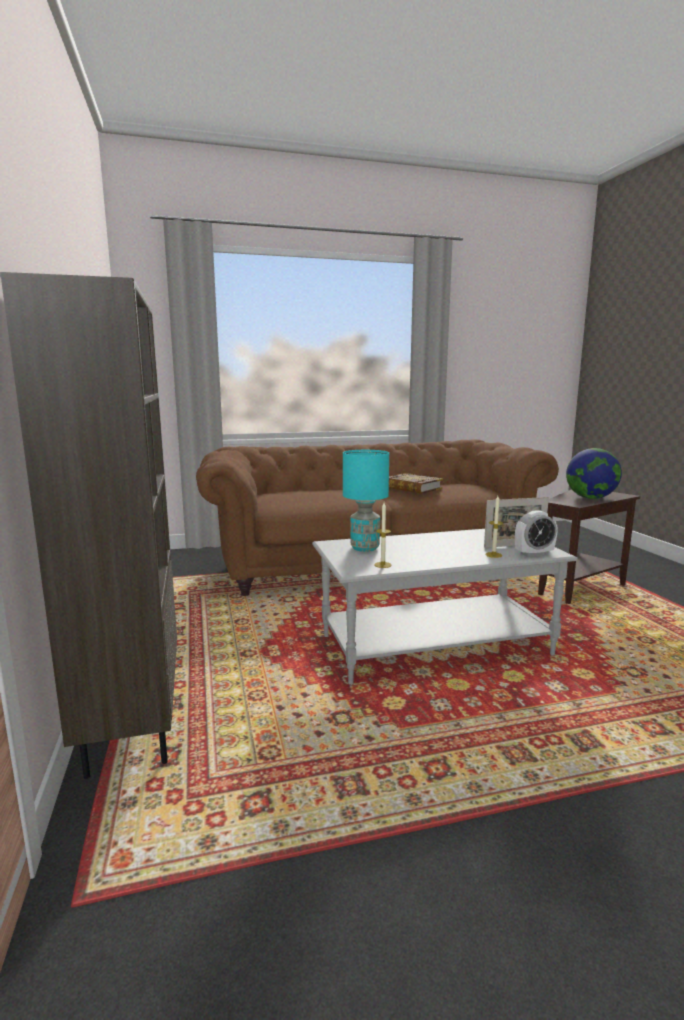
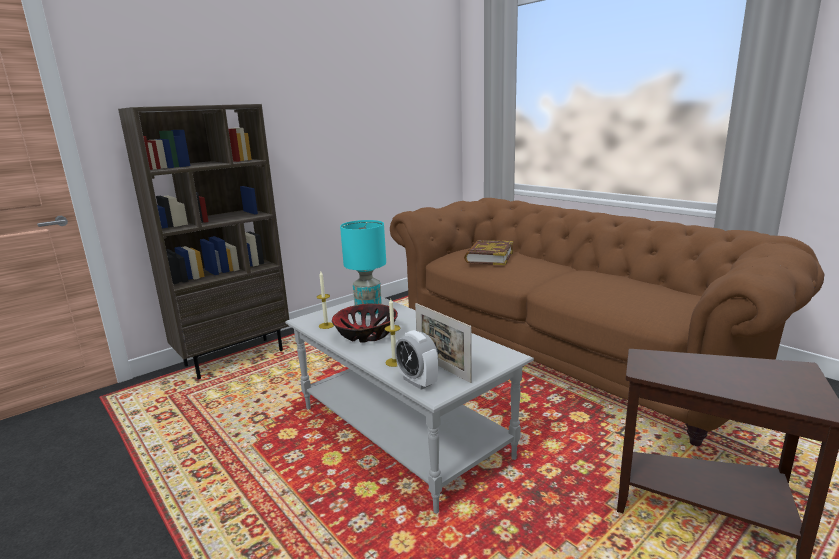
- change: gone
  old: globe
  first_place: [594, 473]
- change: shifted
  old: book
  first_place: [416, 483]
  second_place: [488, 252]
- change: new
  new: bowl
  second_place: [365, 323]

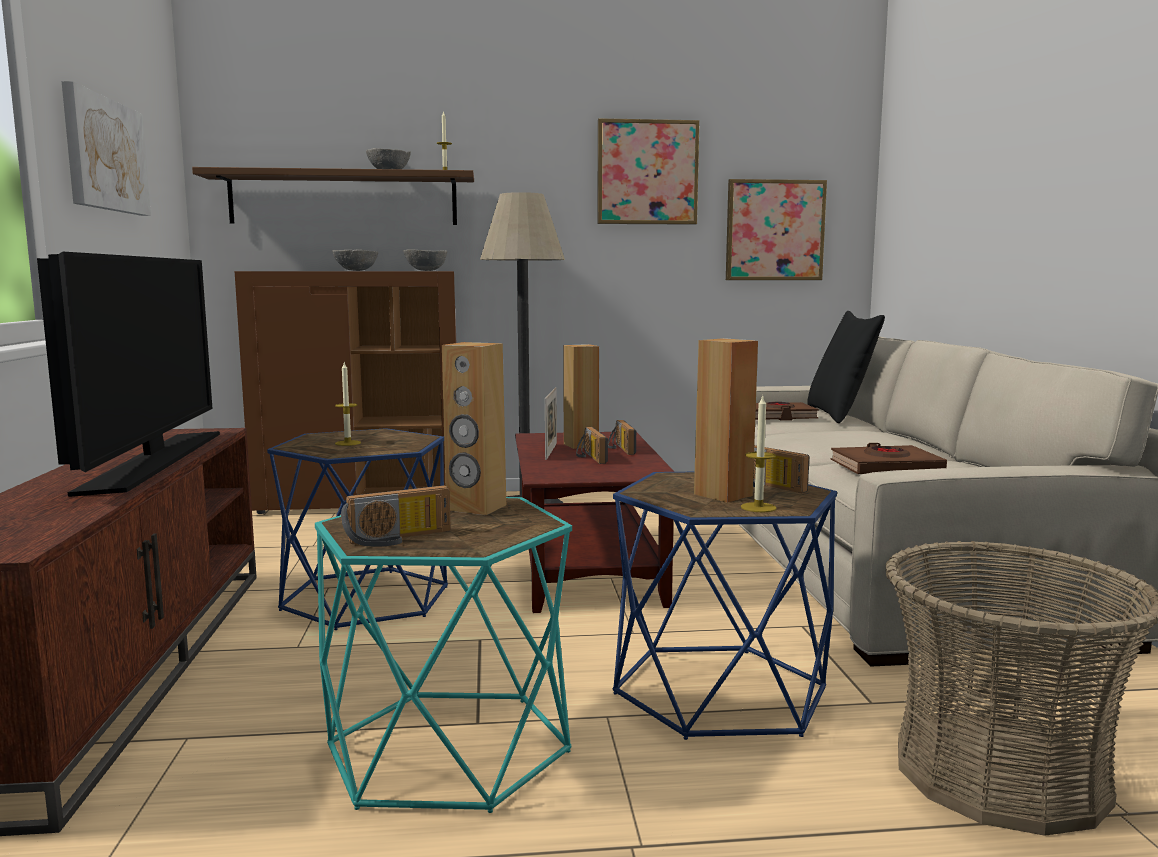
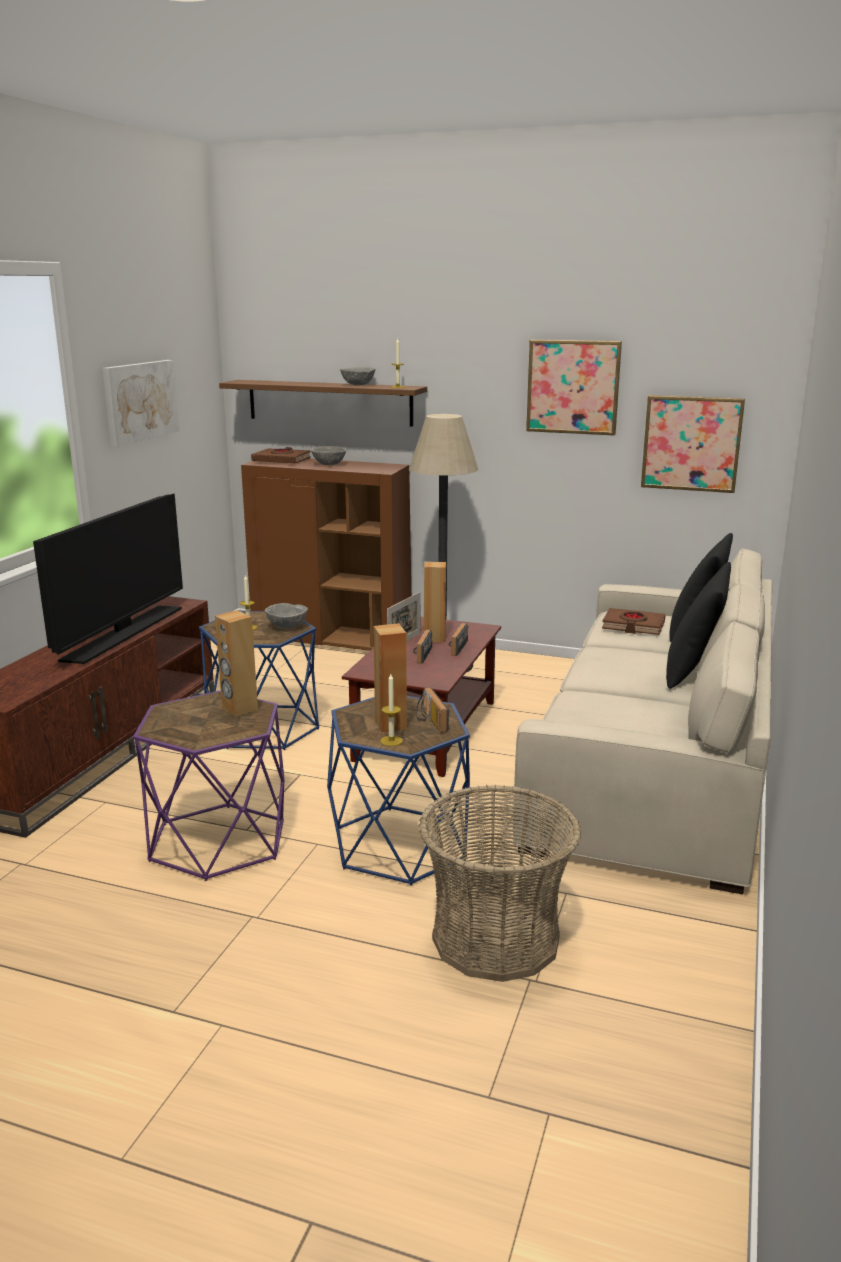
- change: shifted
  old: greyish bowl
  first_place: [425, 260]
  second_place: [286, 616]
- change: shifted
  old: brown-coloured book
  first_place: [889, 458]
  second_place: [281, 455]
- change: gone
  old: radio receiver
  first_place: [396, 516]
- change: repainted
  old: turquoise-coloured side table
  new: purplish side table
  first_place: [443, 655]
  second_place: [208, 786]
- change: new
  new: blackish throw pillow
  second_place: [698, 625]

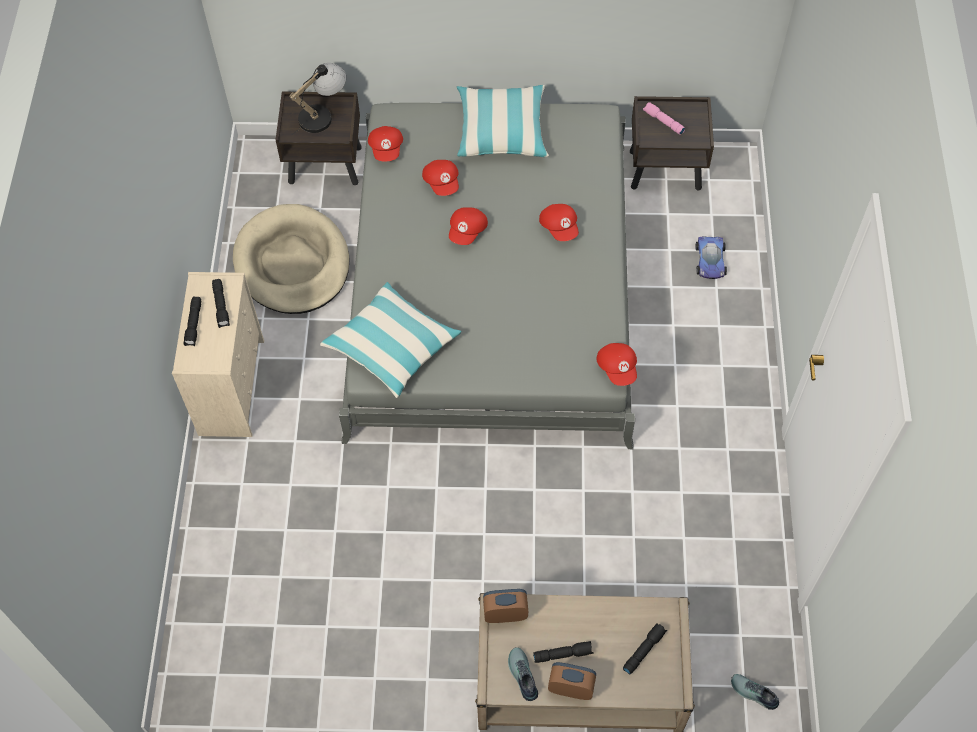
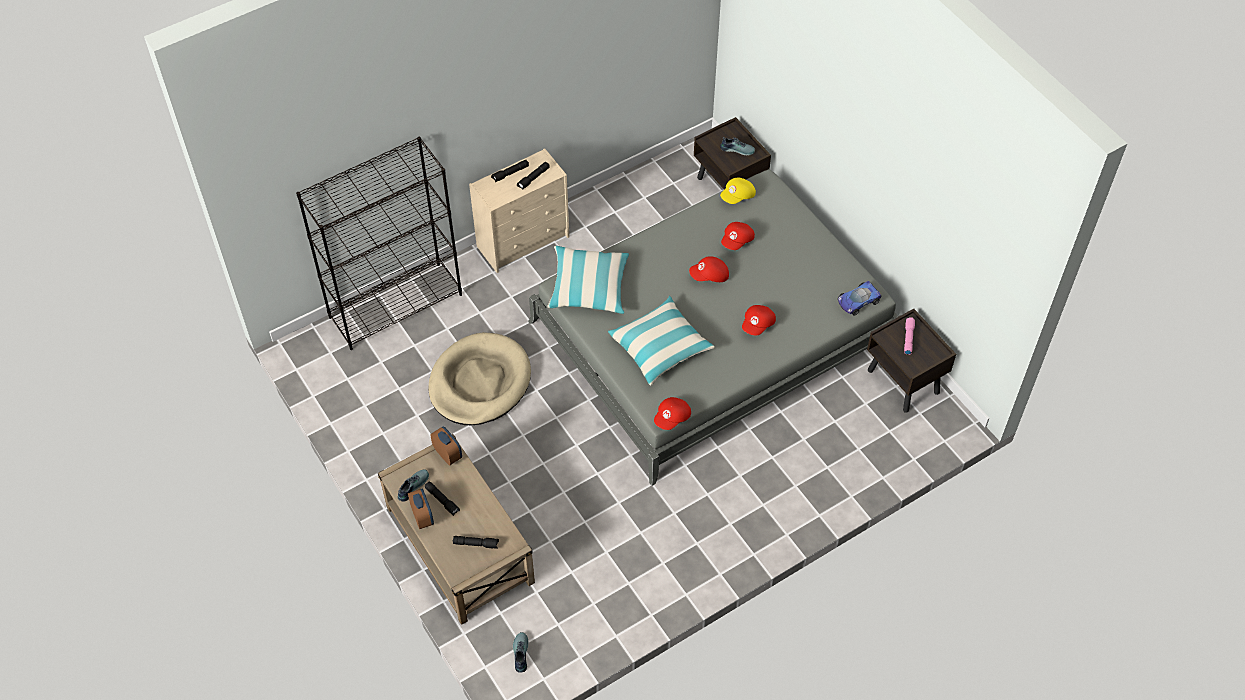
- change: swapped
  old: tabletop lamp
  new: item of footwear
  first_place: [318, 99]
  second_place: [737, 146]
- change: shifted
  old: throw pillow
  first_place: [503, 121]
  second_place: [661, 341]
- change: repainted
  old: reddish baseball cap
  new: yellowish baseball cap
  first_place: [385, 144]
  second_place: [738, 191]
- change: shifted
  old: beige-coloured dog bed
  first_place: [291, 259]
  second_place: [479, 378]
- change: shifted
  old: model car
  first_place: [711, 257]
  second_place: [860, 298]
- change: new
  new: blackish bookcase
  second_place: [379, 243]

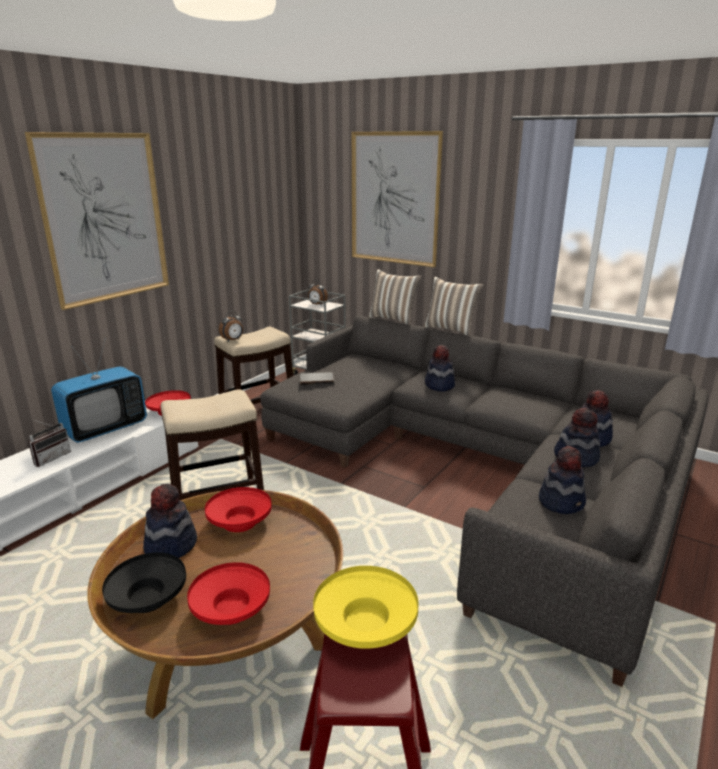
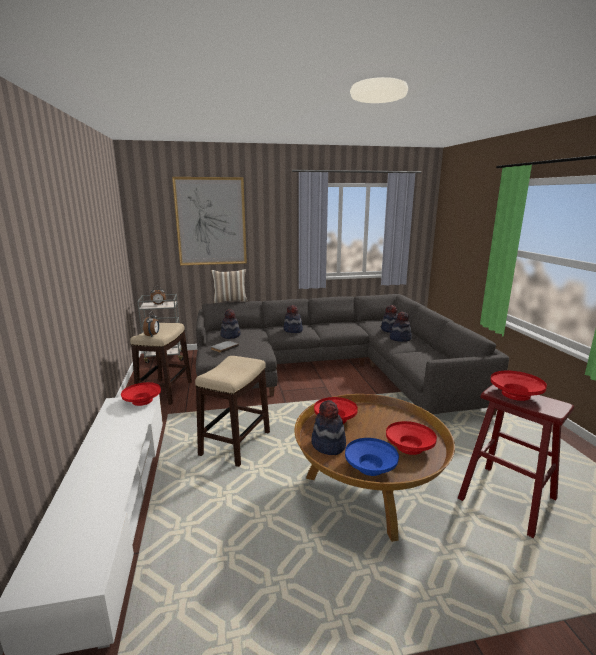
- change: gone
  old: wall art
  first_place: [97, 221]
- change: gone
  old: throw pillow
  first_place: [454, 306]
- change: gone
  old: TV
  first_place: [99, 390]
- change: gone
  old: radio receiver
  first_place: [49, 443]
- change: shifted
  old: hat
  first_place: [562, 480]
  second_place: [231, 324]
- change: repainted
  old: blackish bowl
  new: blue bowl
  first_place: [144, 582]
  second_place: [372, 457]
- change: repainted
  old: yellowish bowl
  new: reddish bowl
  first_place: [365, 607]
  second_place: [519, 386]

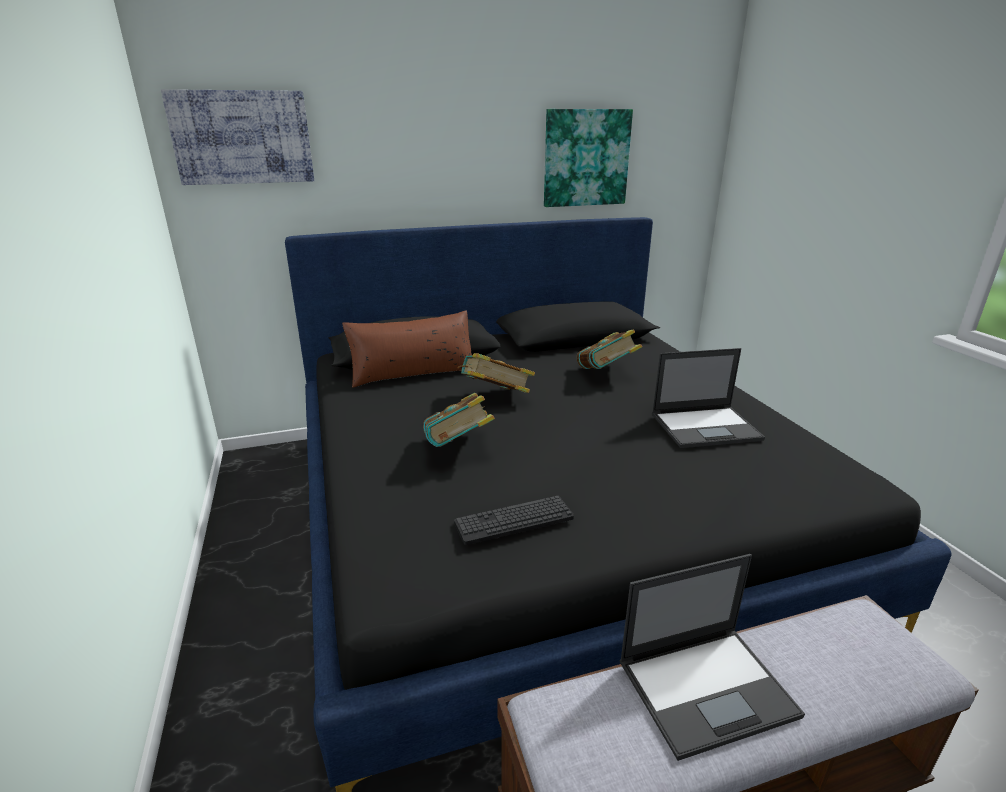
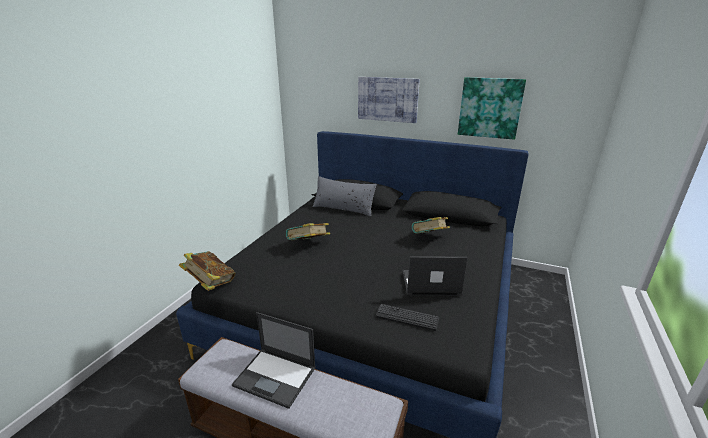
- change: shifted
  old: wall art
  first_place: [237, 137]
  second_place: [389, 100]
- change: repainted
  old: brown-coloured throw pillow
  new: greyish throw pillow
  first_place: [407, 349]
  second_place: [344, 196]
- change: rotated
  old: laptop
  first_place: [708, 398]
  second_place: [435, 276]
  degrees: 150
- change: shifted
  old: book
  first_place: [496, 373]
  second_place: [207, 271]
- change: shifted
  old: keyboard
  first_place: [514, 520]
  second_place: [407, 317]

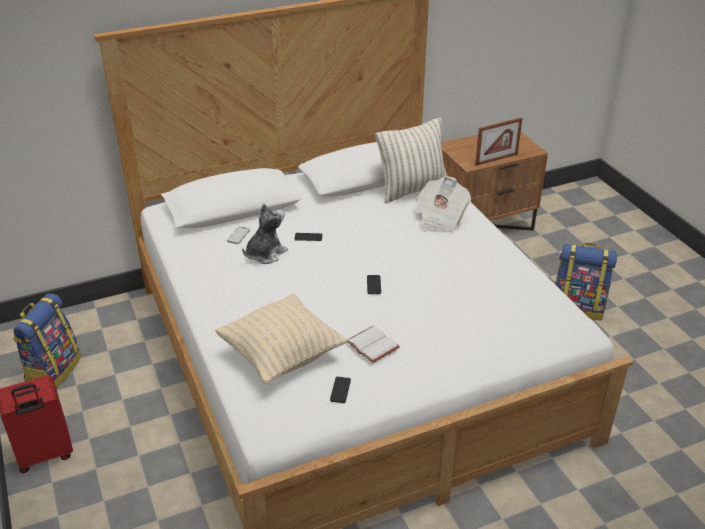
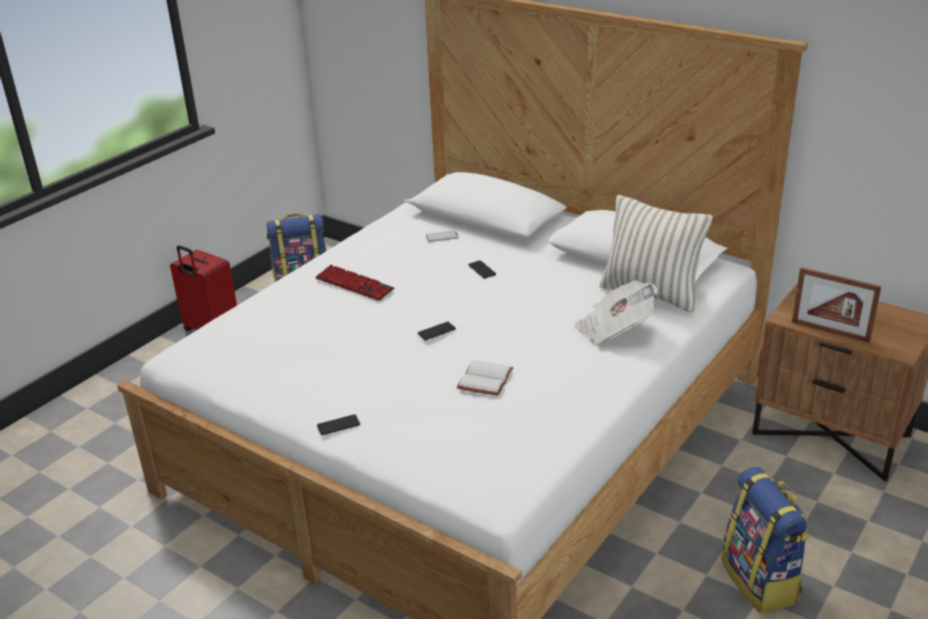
- change: gone
  old: cuddly toy
  first_place: [265, 234]
- change: gone
  old: beige-coloured throw pillow
  first_place: [281, 338]
- change: shifted
  old: white-coloured book
  first_place: [373, 344]
  second_place: [485, 378]
- change: shifted
  old: phone
  first_place: [340, 390]
  second_place: [338, 424]
- change: new
  new: keyboard
  second_place: [354, 282]

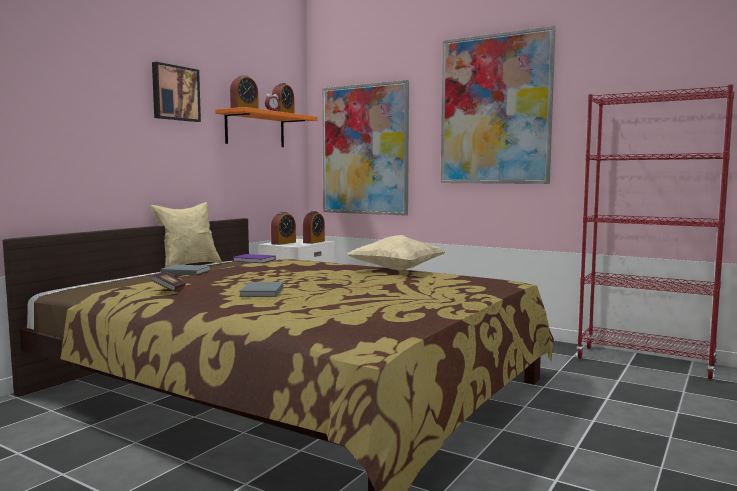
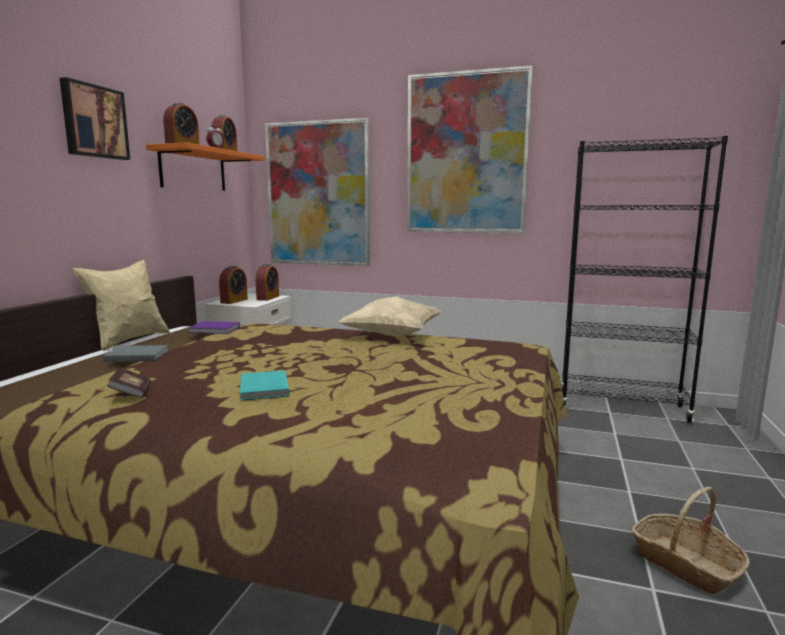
- change: repainted
  old: reddish bookcase
  new: blackish bookcase
  first_place: [655, 232]
  second_place: [644, 279]
- change: repainted
  old: greyish book
  new: turquoise-coloured book
  first_place: [261, 289]
  second_place: [264, 385]
- change: new
  new: basket
  second_place: [691, 540]

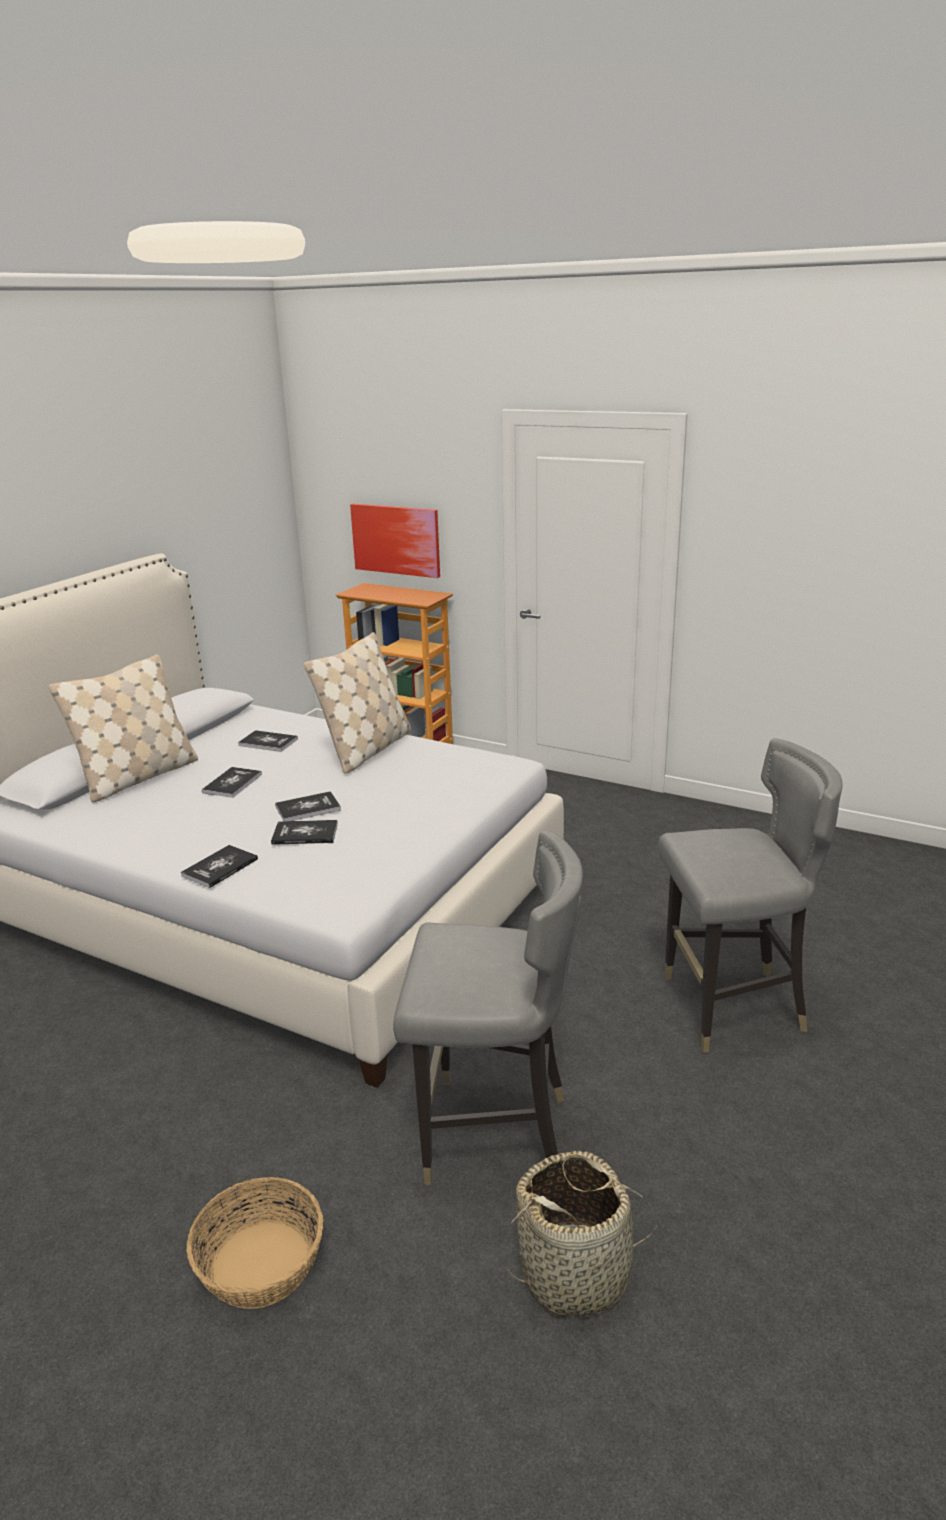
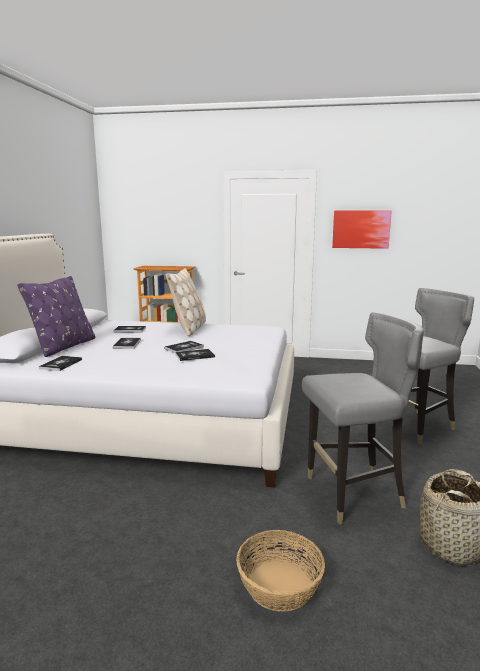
- change: shifted
  old: wall art
  first_place: [395, 541]
  second_place: [362, 229]
- change: repainted
  old: beige-coloured throw pillow
  new: purplish throw pillow
  first_place: [123, 728]
  second_place: [56, 316]
- change: shifted
  old: book
  first_place: [219, 866]
  second_place: [60, 363]

